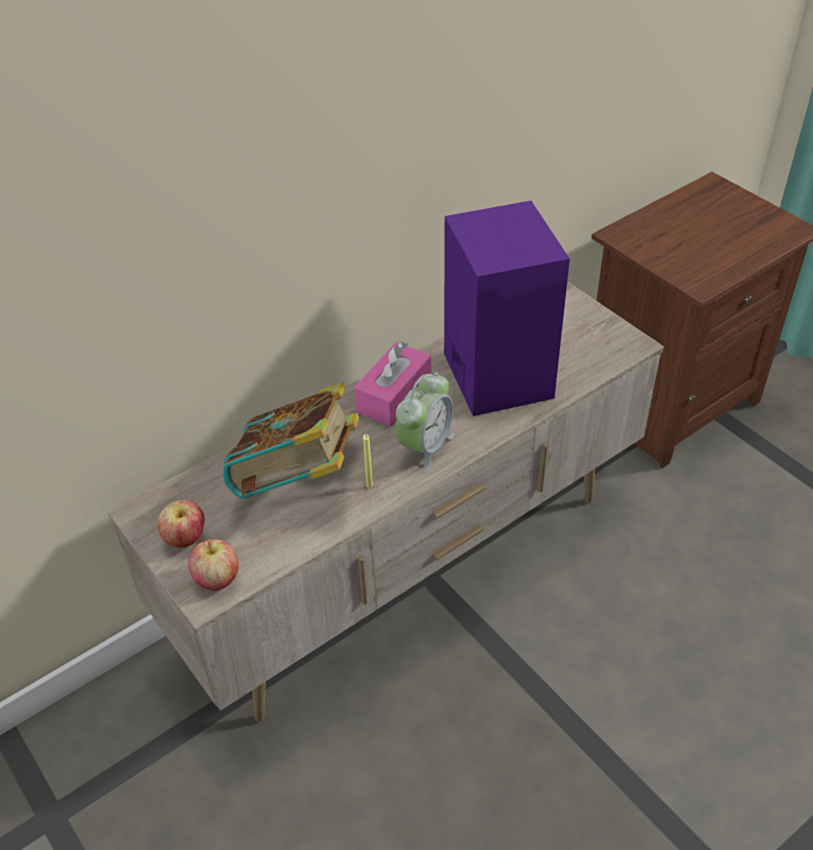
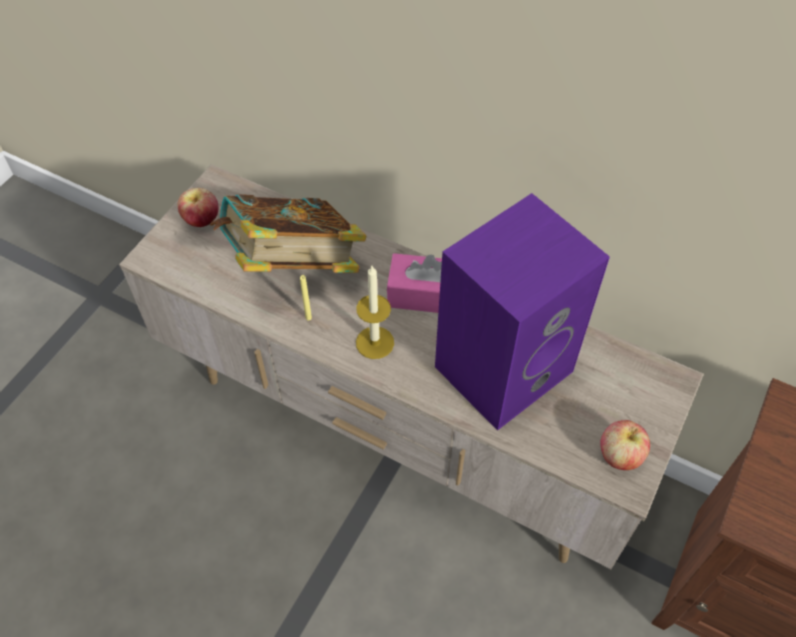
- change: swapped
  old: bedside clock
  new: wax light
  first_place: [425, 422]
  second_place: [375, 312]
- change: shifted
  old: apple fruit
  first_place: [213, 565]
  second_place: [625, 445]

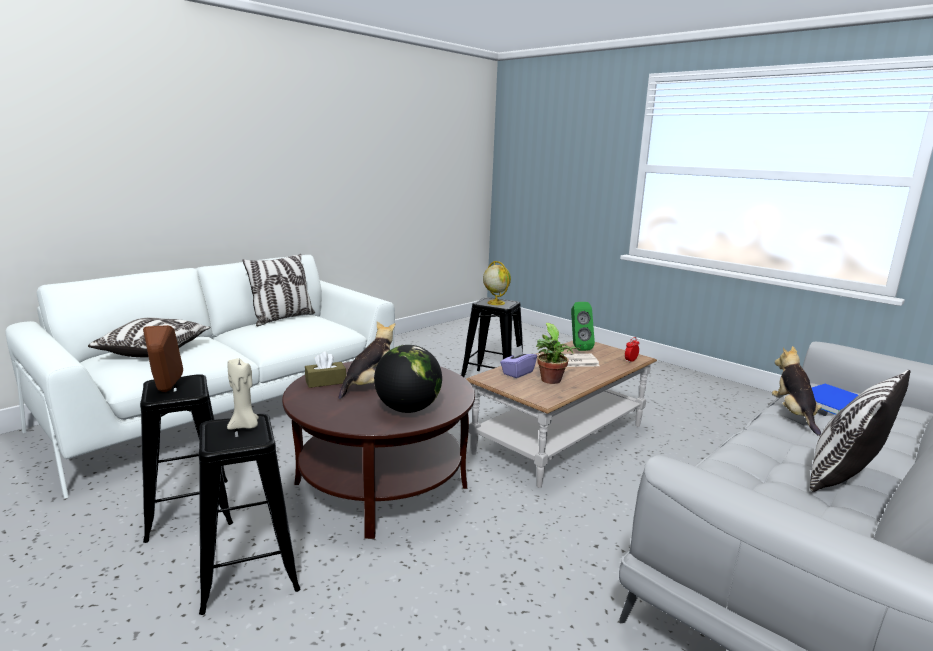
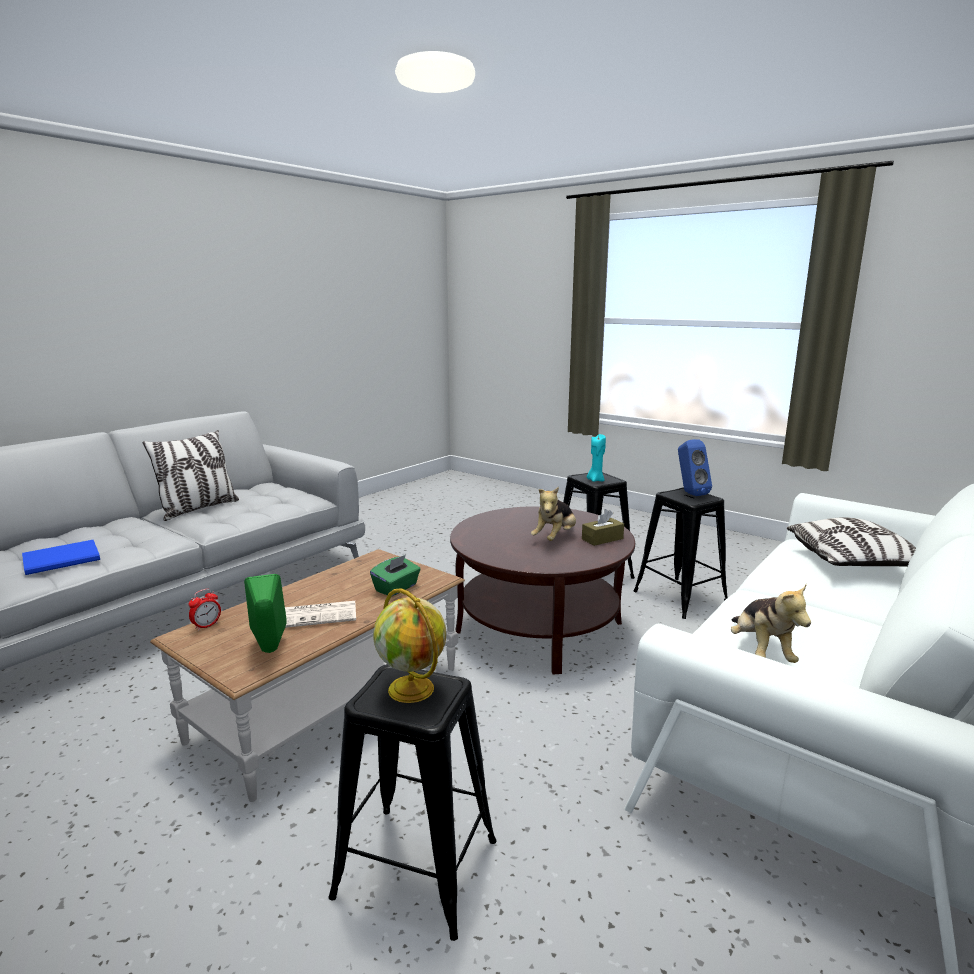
- change: gone
  old: throw pillow
  first_place: [278, 290]
- change: gone
  old: houseplant
  first_place: [558, 353]
- change: repainted
  old: brown-coloured loudspeaker
  new: blue loudspeaker
  first_place: [163, 358]
  second_place: [695, 467]
- change: gone
  old: globe
  first_place: [408, 379]
- change: repainted
  old: purplish tissue holder
  new: green-coloured tissue holder
  first_place: [518, 361]
  second_place: [395, 575]
- change: shifted
  old: cuddly toy
  first_place: [797, 391]
  second_place: [771, 623]
- change: repainted
  old: beige-coloured wax light
  new: turquoise-coloured wax light
  first_place: [243, 394]
  second_place: [596, 458]

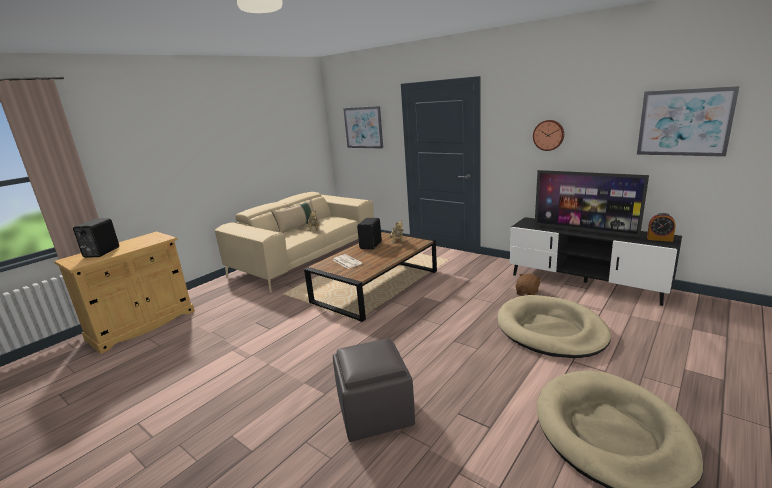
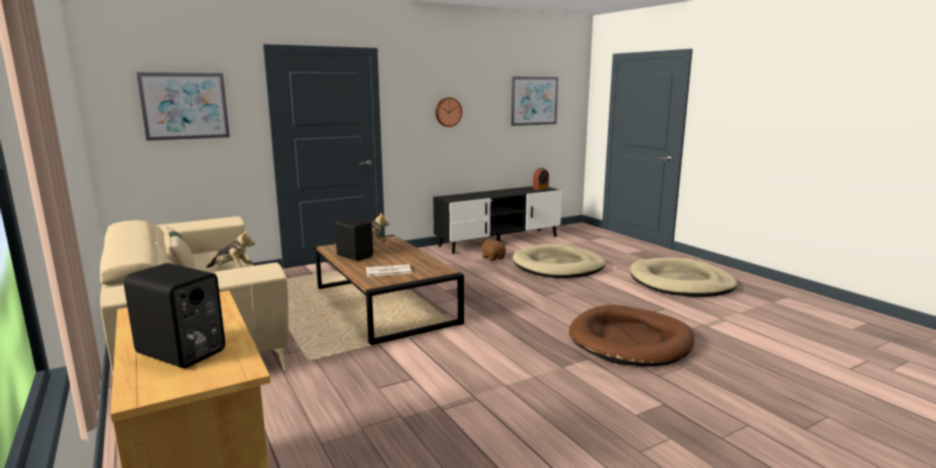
- change: gone
  old: TV
  first_place: [592, 203]
- change: swapped
  old: greyish ottoman
  new: brown-coloured dog bed
  first_place: [374, 390]
  second_place: [632, 335]

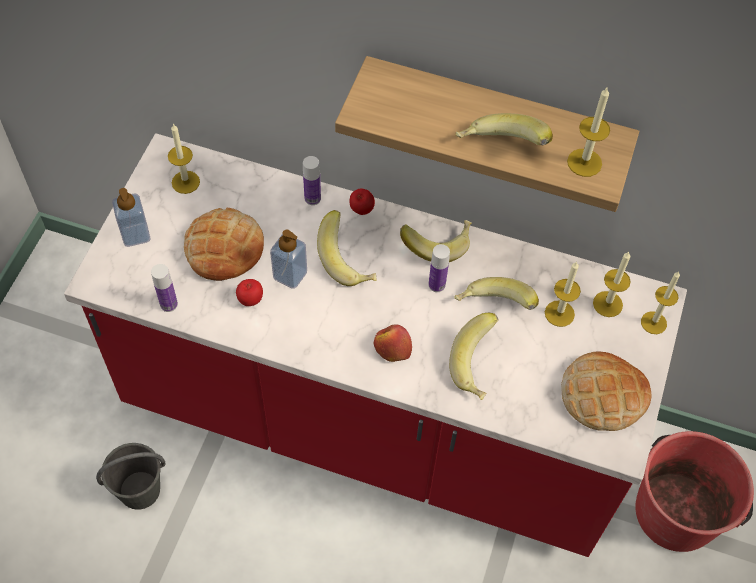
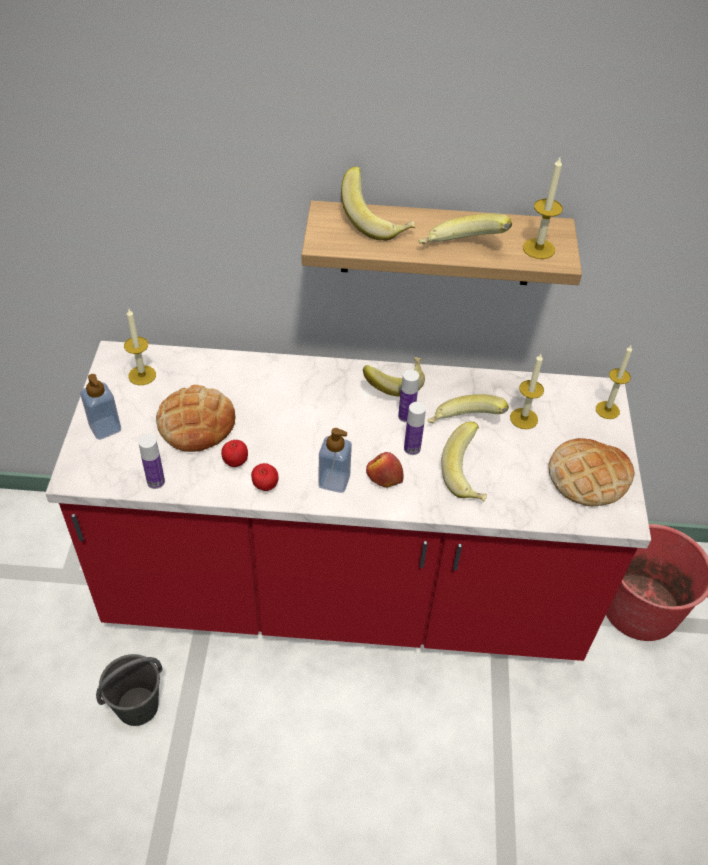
- change: shifted
  old: beverage bottle
  first_place: [312, 180]
  second_place: [415, 428]
- change: shifted
  old: apple fruit
  first_place: [362, 202]
  second_place: [265, 477]
- change: shifted
  old: banana fruit
  first_place: [346, 248]
  second_place: [378, 203]
- change: shifted
  old: soap dispenser
  first_place: [288, 259]
  second_place: [335, 460]
- change: gone
  old: wax light
  first_place: [612, 284]

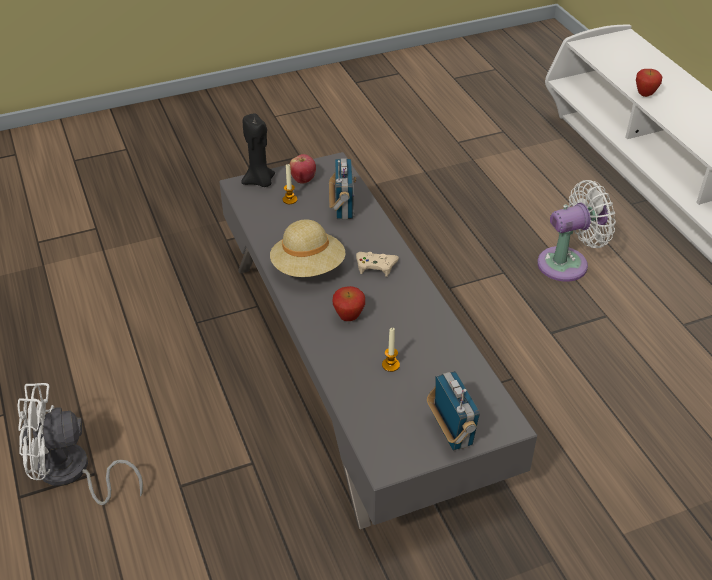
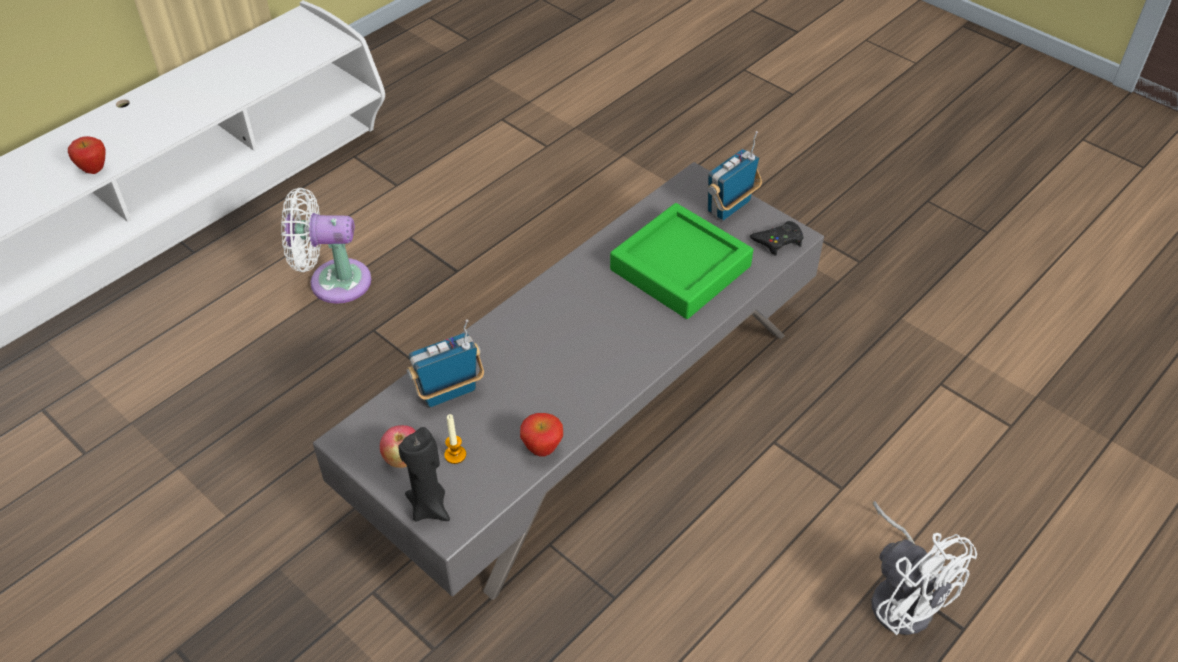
- change: rotated
  old: white-coloured fan
  first_place: [576, 231]
  second_place: [326, 246]
  degrees: -45
- change: gone
  old: beige-coloured hat
  first_place: [308, 248]
- change: gone
  old: beige-coloured game controller
  first_place: [377, 264]
- change: shifted
  old: apple fruit
  first_place: [349, 303]
  second_place: [541, 435]
- change: swapped
  old: wax light
  new: green-coloured carrying tray
  first_place: [391, 350]
  second_place: [681, 261]
- change: new
  new: blackish game controller
  second_place: [777, 238]

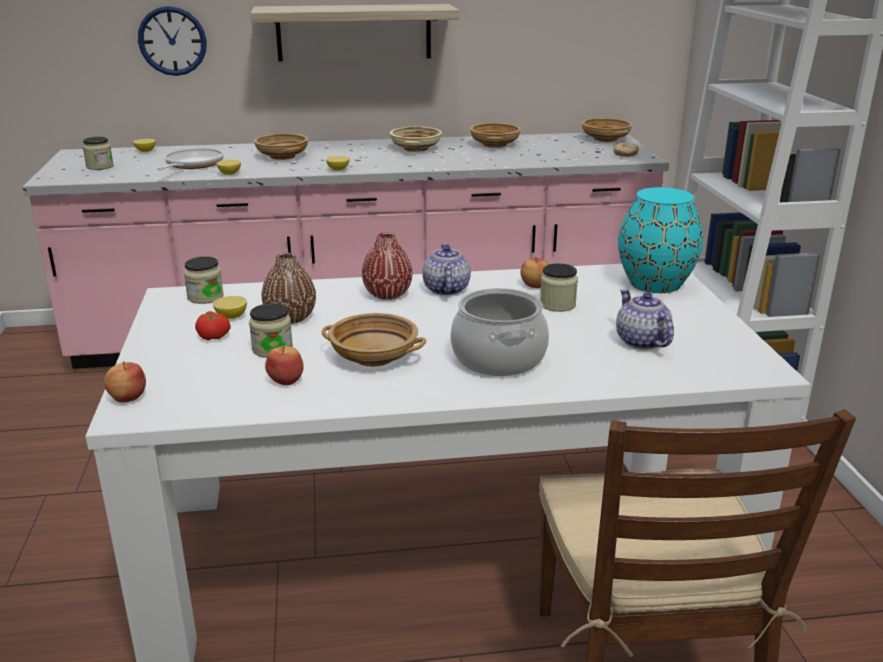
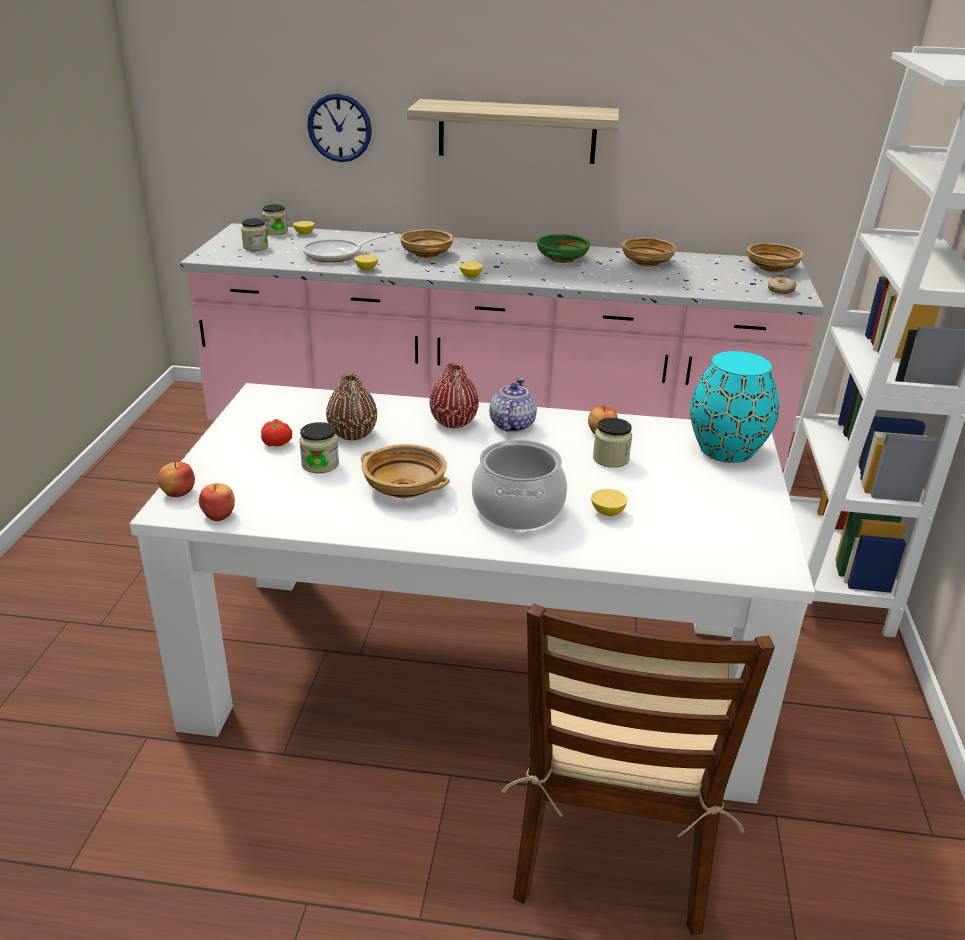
- change: repainted
  old: beige-coloured bowl
  new: green-coloured bowl
  first_place: [415, 139]
  second_place: [563, 248]
- change: rotated
  old: pan
  first_place: [190, 159]
  second_place: [348, 247]
  degrees: -150
- change: shifted
  old: storage jar
  first_place: [204, 280]
  second_place: [275, 219]
- change: gone
  old: tea pot
  first_place: [645, 319]
- change: shifted
  old: lemon
  first_place: [230, 307]
  second_place: [609, 502]
- change: shifted
  old: apple fruit
  first_place: [284, 365]
  second_place: [217, 502]

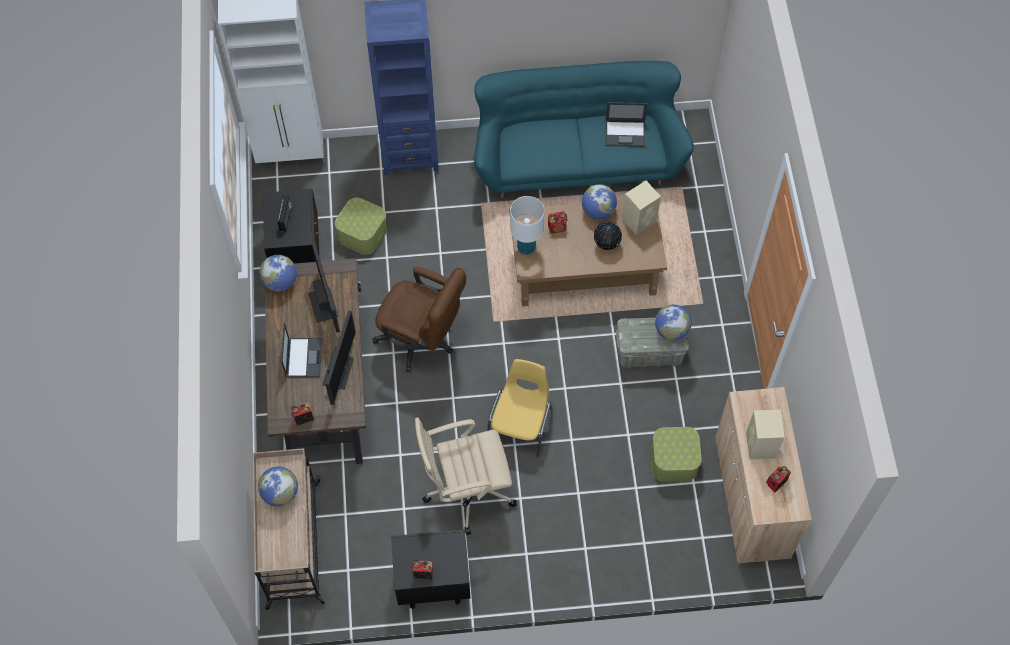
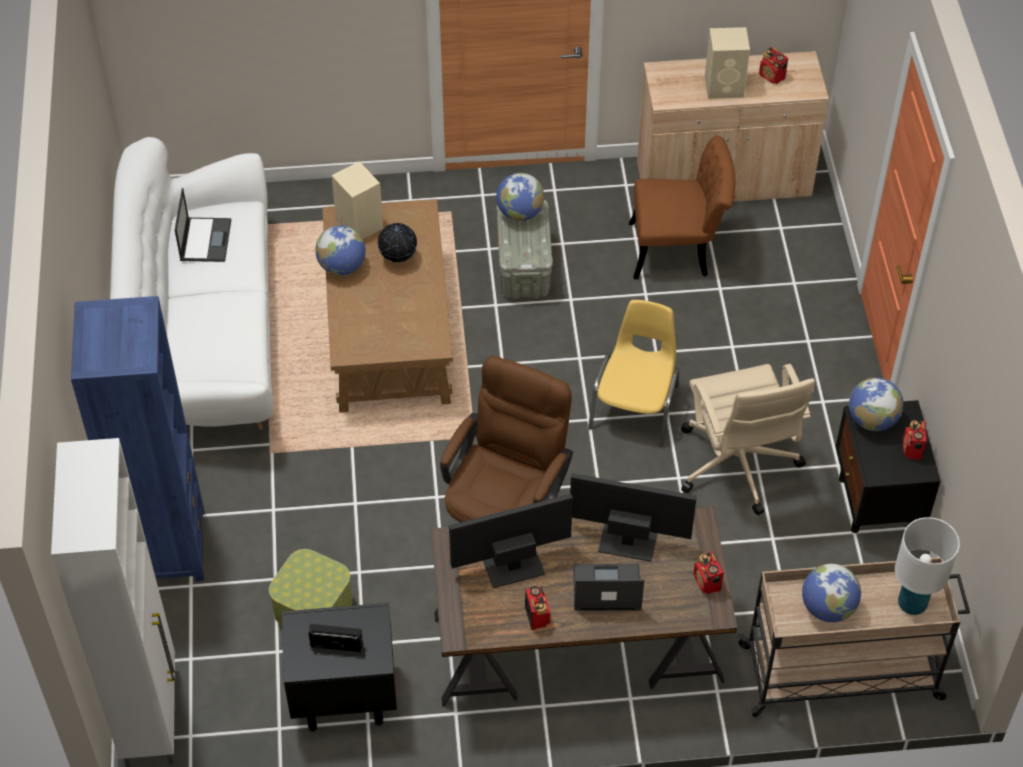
- change: repainted
  old: turquoise-coloured settee
  new: white-coloured settee
  first_place: [584, 129]
  second_place: [191, 283]
- change: shifted
  old: white-coloured tabletop lamp
  first_place: [527, 225]
  second_place: [927, 566]
- change: shifted
  old: radio receiver
  first_place: [557, 222]
  second_place: [537, 608]
- change: shifted
  old: globe
  first_place: [278, 273]
  second_place: [876, 404]
- change: rotated
  old: yellowish plain chair
  first_place: [519, 408]
  second_place: [633, 373]
  degrees: 90
- change: swapped
  old: storage container
  new: brown-coloured plain chair
  first_place: [676, 454]
  second_place: [682, 207]

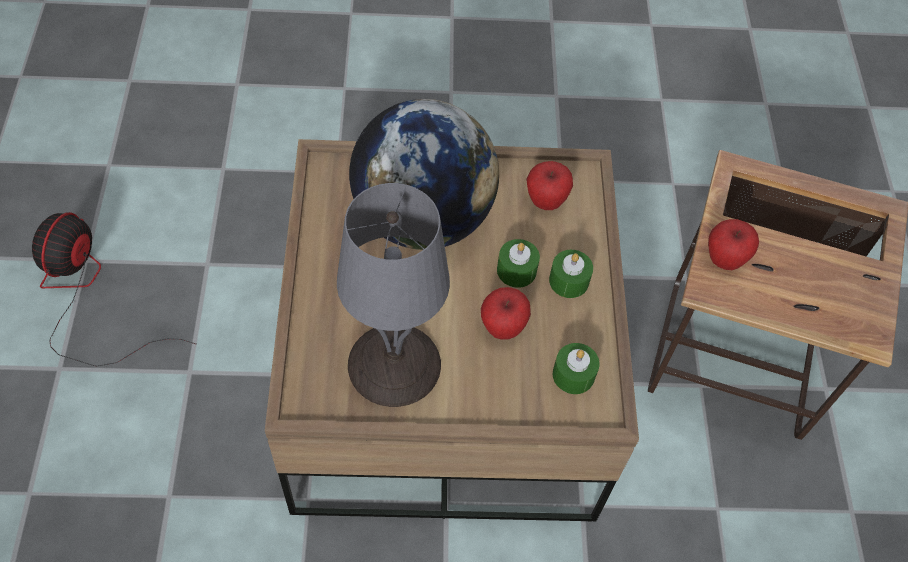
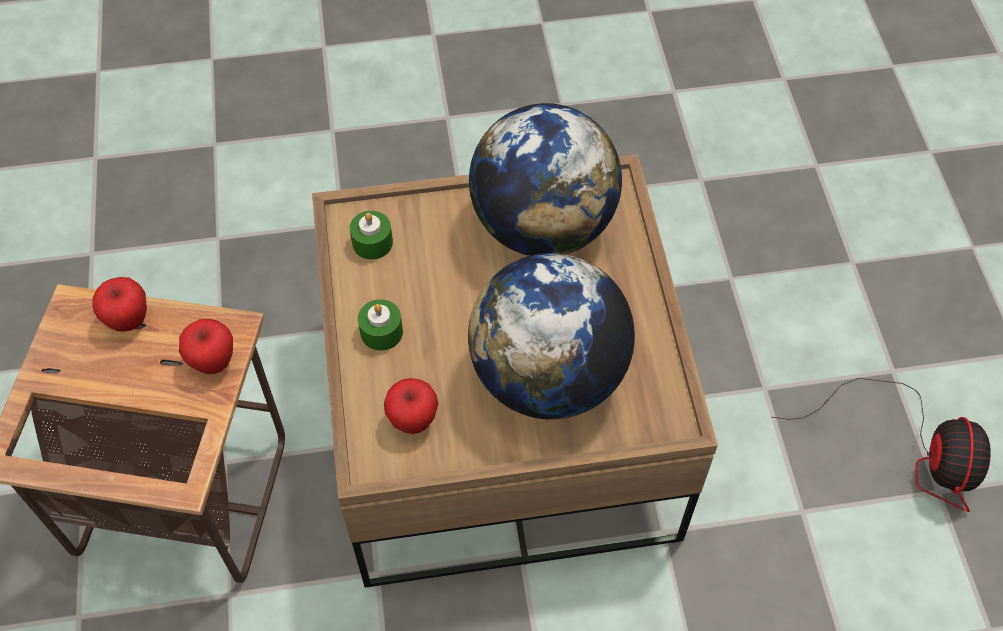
- change: swapped
  old: greyish tabletop lamp
  new: globe
  first_place: [393, 295]
  second_place: [545, 179]
- change: gone
  old: green-coloured wax light
  first_place: [518, 263]
- change: shifted
  old: apple fruit
  first_place: [506, 313]
  second_place: [119, 304]

